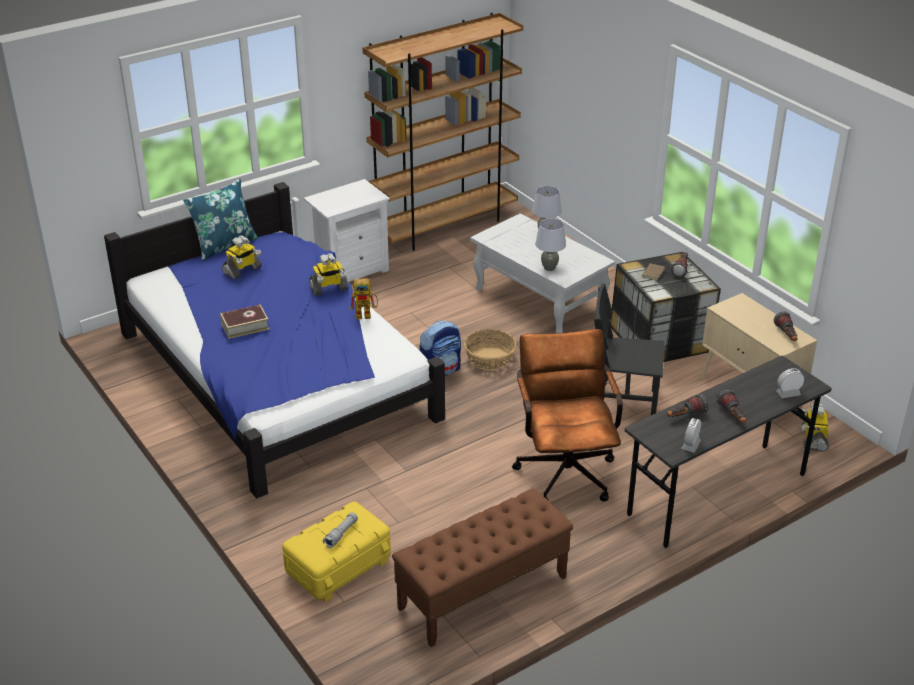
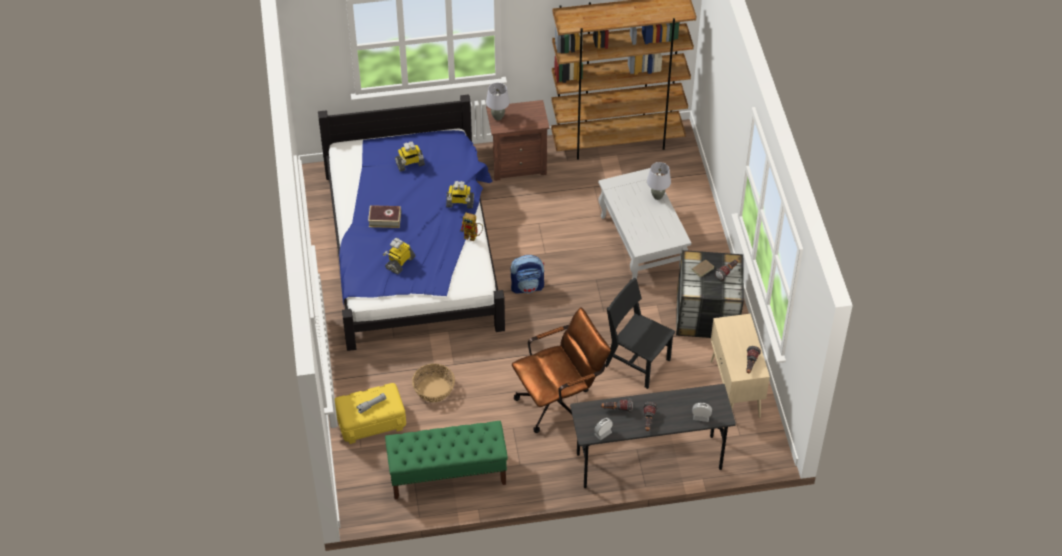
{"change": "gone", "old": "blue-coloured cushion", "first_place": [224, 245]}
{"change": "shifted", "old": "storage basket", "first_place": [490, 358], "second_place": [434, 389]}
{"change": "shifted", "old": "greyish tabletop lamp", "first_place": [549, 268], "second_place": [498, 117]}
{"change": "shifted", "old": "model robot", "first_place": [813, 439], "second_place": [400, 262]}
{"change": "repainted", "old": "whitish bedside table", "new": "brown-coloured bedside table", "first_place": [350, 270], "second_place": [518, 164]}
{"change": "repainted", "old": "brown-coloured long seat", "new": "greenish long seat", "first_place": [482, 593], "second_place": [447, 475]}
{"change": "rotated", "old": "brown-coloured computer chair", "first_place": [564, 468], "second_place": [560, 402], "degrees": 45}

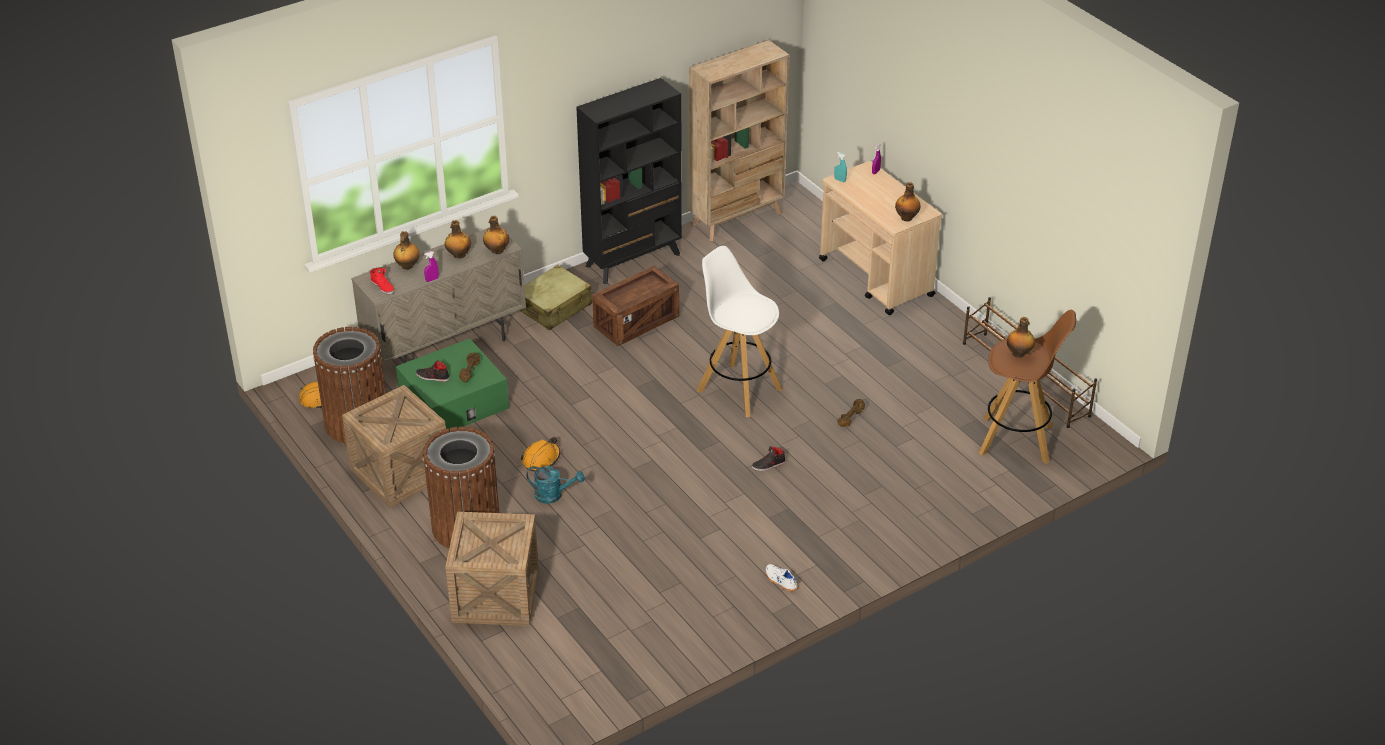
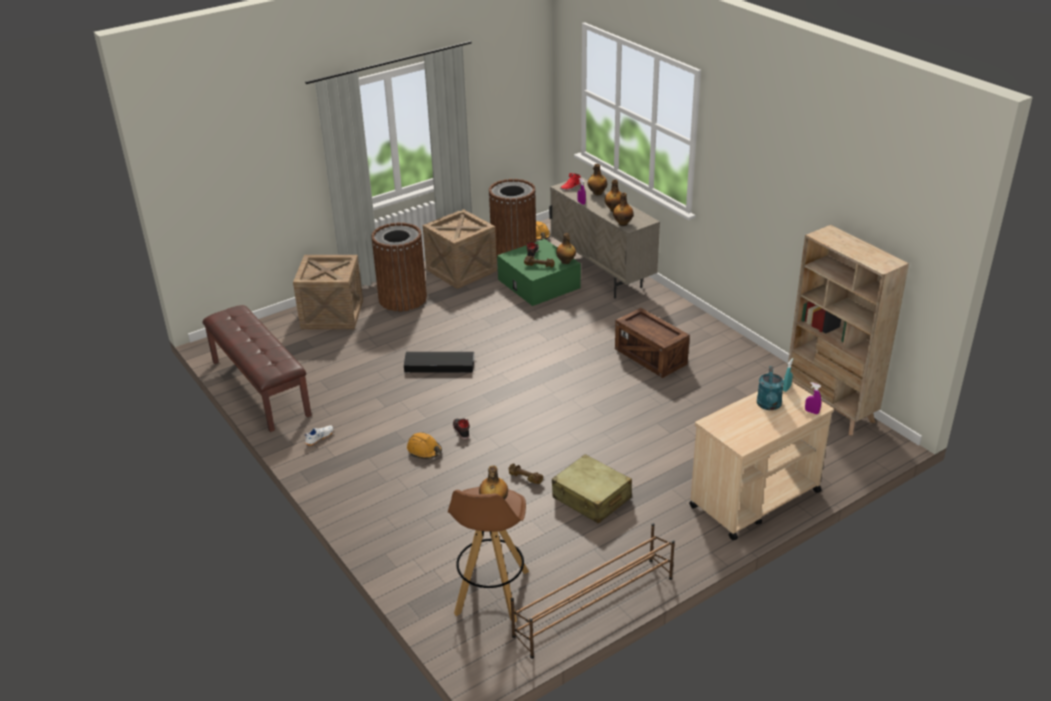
{"change": "gone", "old": "blackish bookshelf", "first_place": [633, 260]}
{"change": "gone", "old": "whitish sitting stool", "first_place": [738, 389]}
{"change": "new", "new": "brown-coloured long seat", "second_place": [259, 388]}
{"change": "new", "new": "blackish storage bin", "second_place": [439, 366]}
{"change": "shifted", "old": "beige travel case", "first_place": [554, 307], "second_place": [591, 498]}
{"change": "shifted", "old": "orangey work helmet", "first_place": [541, 459], "second_place": [424, 450]}
{"change": "shifted", "old": "turquoise-coloured watering pot", "first_place": [553, 495], "second_place": [769, 405]}
{"change": "shifted", "old": "bottle", "first_place": [907, 218], "second_place": [566, 262]}

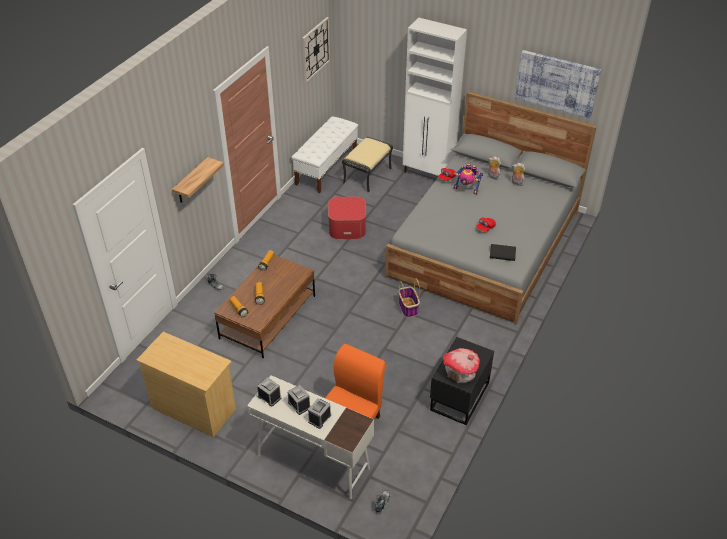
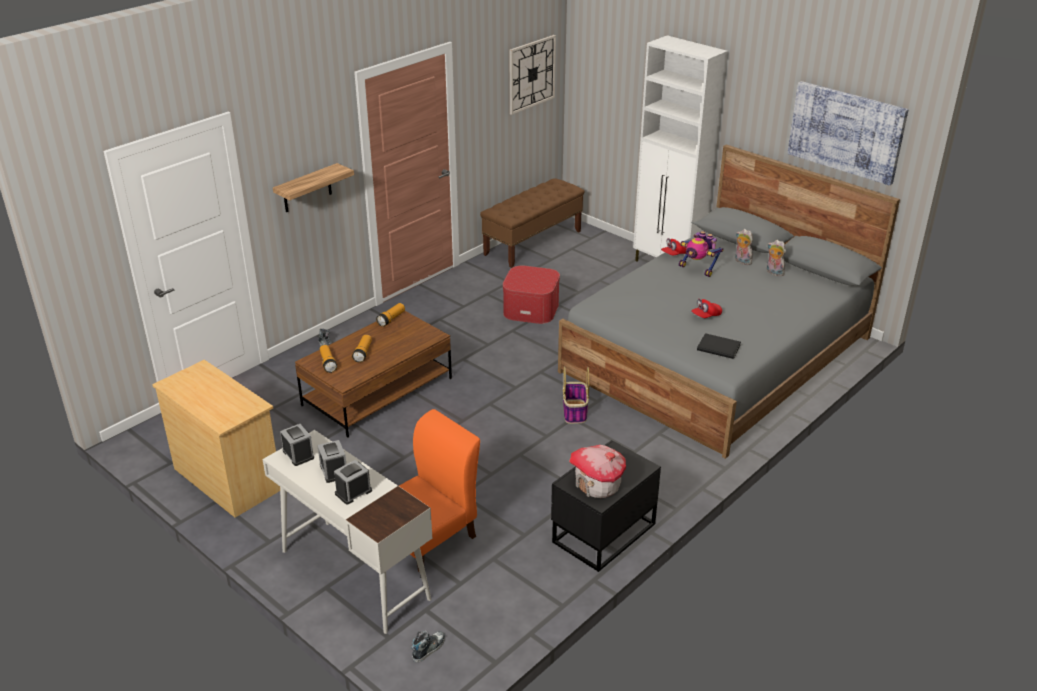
{"change": "gone", "old": "beige ottoman", "first_place": [367, 175]}
{"change": "repainted", "old": "whitish long seat", "new": "brown-coloured long seat", "first_place": [326, 168], "second_place": [533, 242]}

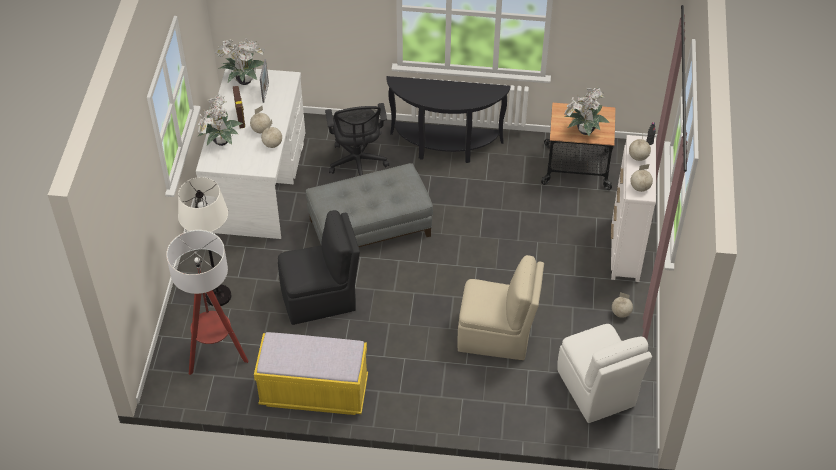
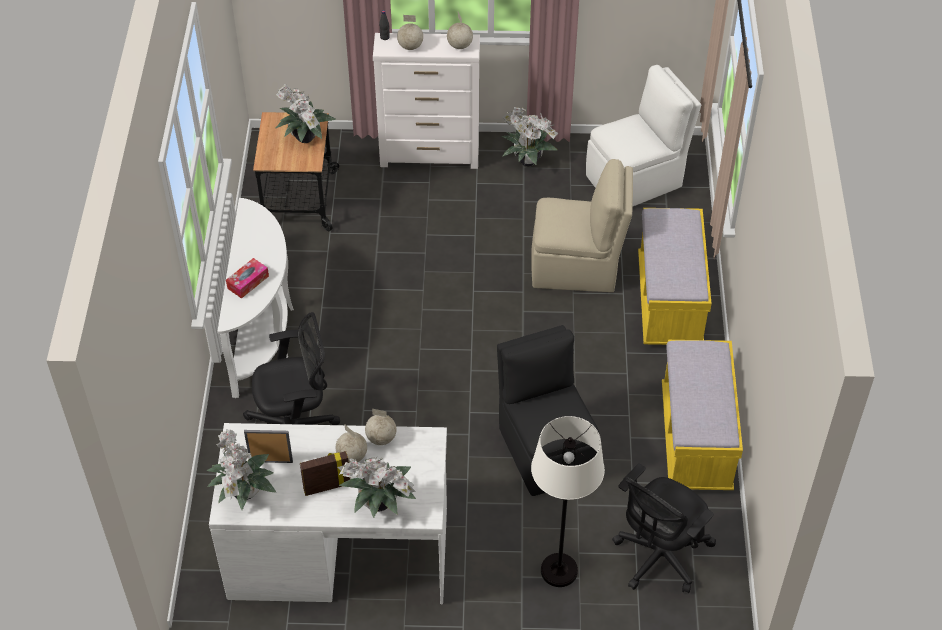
{"change": "gone", "old": "greyish ottoman", "first_place": [370, 227]}
{"change": "new", "new": "tissue box", "second_place": [248, 282]}
{"change": "new", "new": "yellowish long seat", "second_place": [669, 302]}
{"change": "swapped", "old": "floor lamp", "new": "blackish computer chair", "first_place": [216, 354], "second_place": [658, 557]}
{"change": "swapped", "old": "globe", "new": "plant in a pot", "first_place": [621, 313], "second_place": [526, 160]}
{"change": "repainted", "old": "blackish hall table", "new": "whitish hall table", "first_place": [445, 147], "second_place": [264, 334]}
{"change": "rotated", "old": "beige chair", "first_place": [496, 336], "second_place": [577, 267], "degrees": 90}

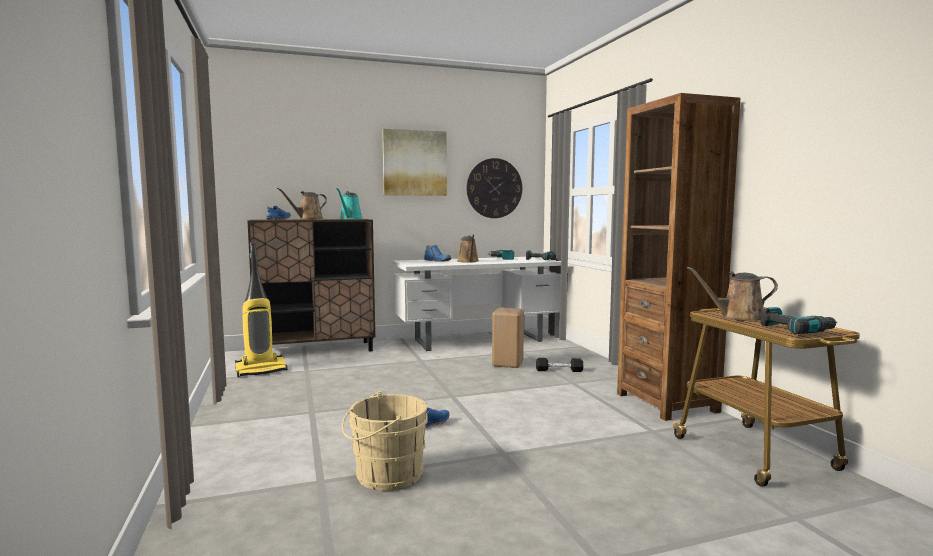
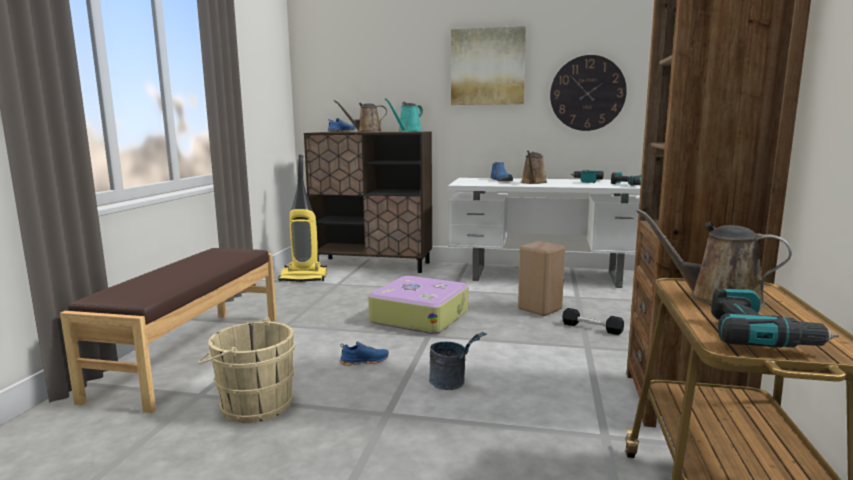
{"change": "new", "new": "brown-coloured long seat", "second_place": [191, 354]}
{"change": "new", "new": "travel case", "second_place": [419, 316]}
{"change": "new", "new": "greyish bucket", "second_place": [453, 384]}

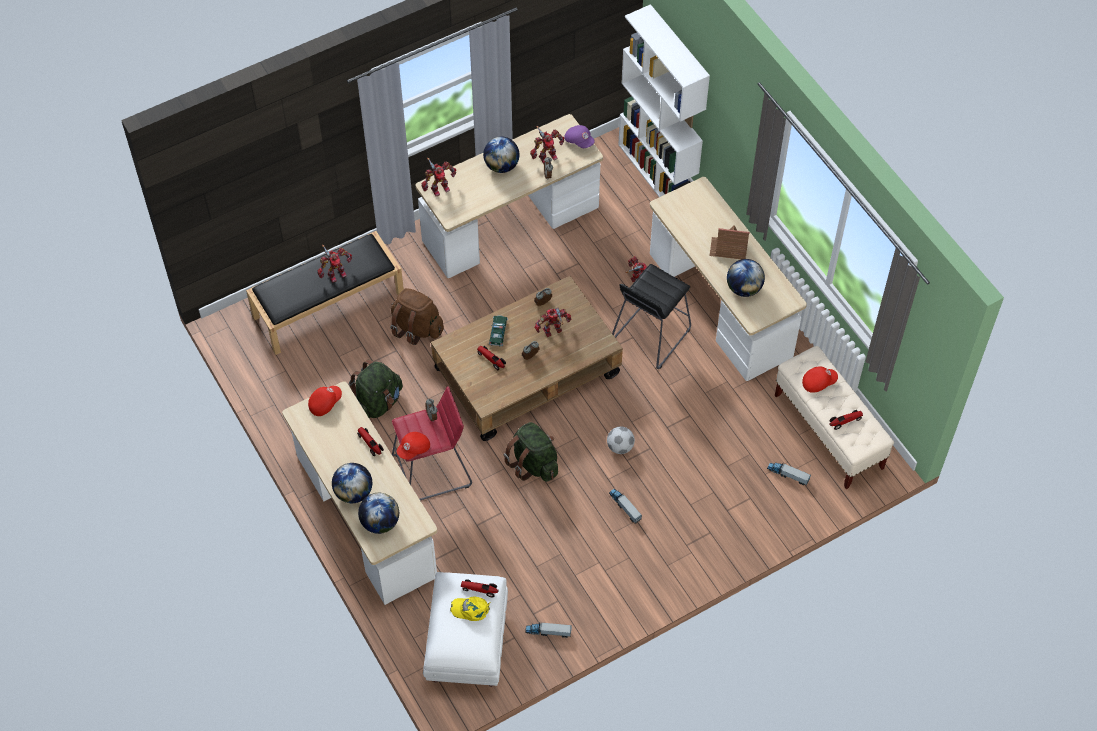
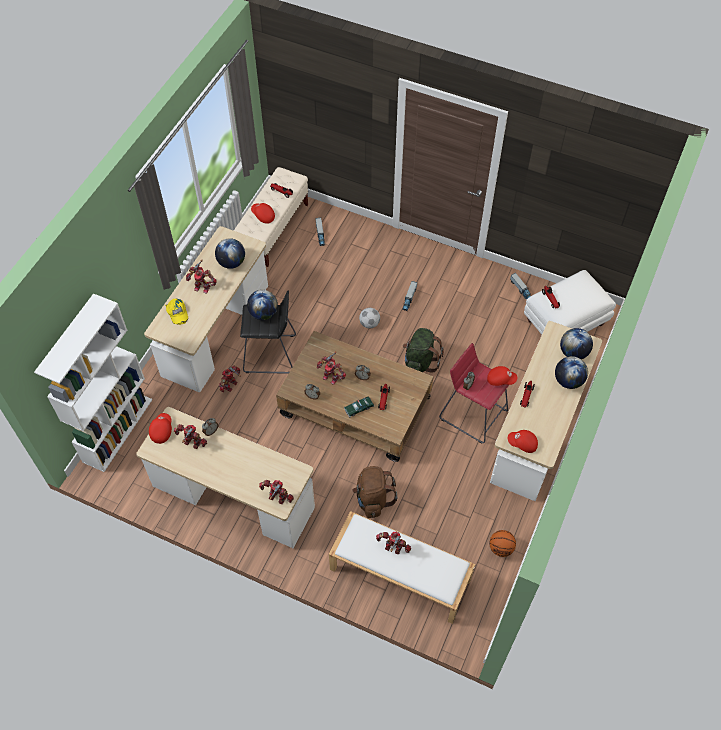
{"change": "gone", "old": "greenish rucksack", "first_place": [377, 403]}
{"change": "new", "new": "ball for basketball", "second_place": [501, 548]}
{"change": "shifted", "old": "yellowish baseball cap", "first_place": [470, 609], "second_place": [177, 313]}
{"change": "shifted", "old": "globe", "first_place": [501, 166], "second_place": [263, 313]}
{"change": "swapped", "old": "model house", "new": "model robot", "first_place": [729, 248], "second_place": [202, 287]}
{"change": "repainted", "old": "blackish long seat", "new": "whitish long seat", "first_place": [329, 304], "second_place": [399, 574]}
{"change": "repainted", "old": "purplish baseball cap", "new": "red-coloured baseball cap", "first_place": [579, 141], "second_place": [161, 431]}

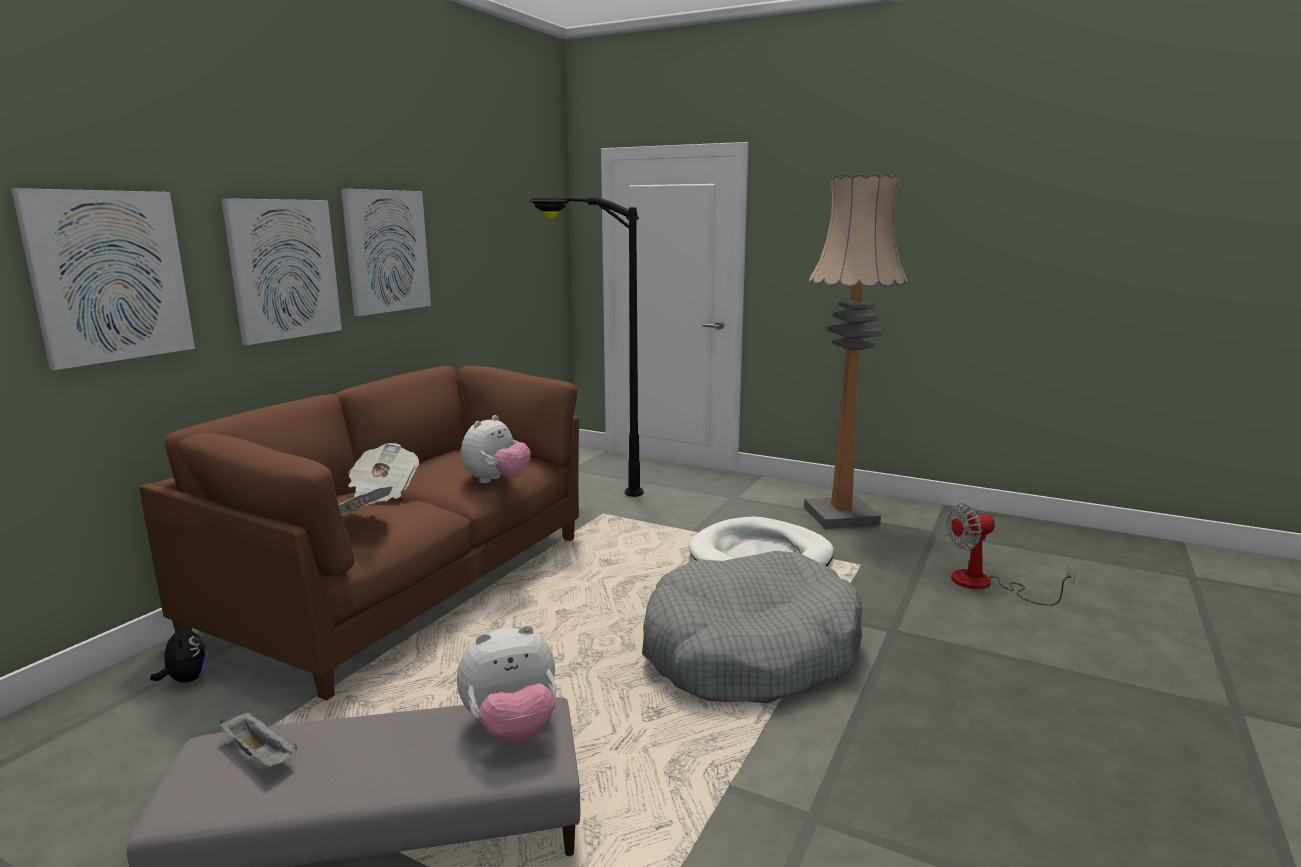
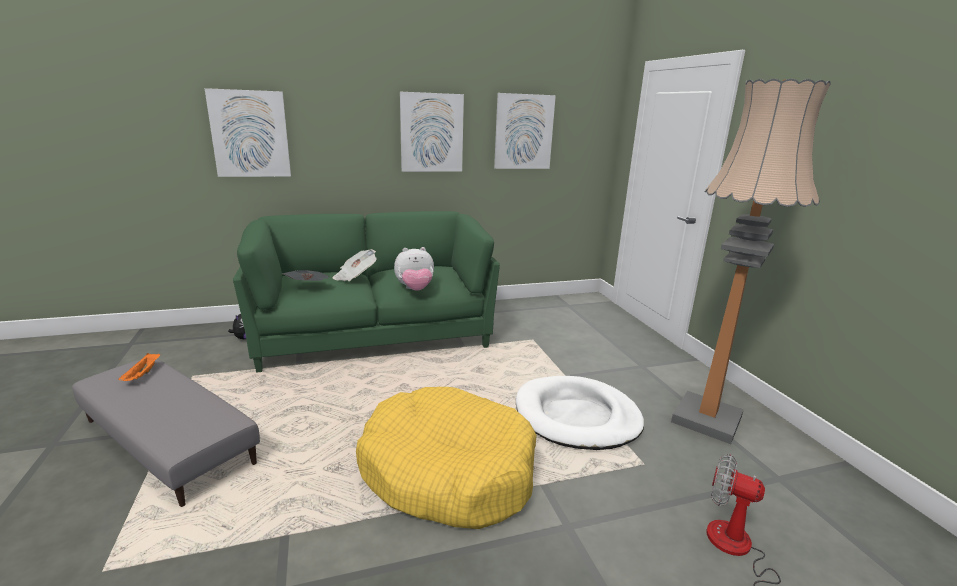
{"change": "gone", "old": "soft toy", "first_place": [512, 728]}
{"change": "gone", "old": "blackish floor lamp", "first_place": [580, 486]}
{"change": "shifted", "old": "wall picture", "first_place": [283, 269], "second_place": [523, 132]}
{"change": "repainted", "old": "brown-coloured couch", "new": "greenish couch", "first_place": [404, 585], "second_place": [374, 334]}
{"change": "repainted", "old": "greyish carrying tray", "new": "orangey carrying tray", "first_place": [261, 754], "second_place": [142, 375]}
{"change": "repainted", "old": "greyish pet bed", "new": "yellowish pet bed", "first_place": [750, 652], "second_place": [447, 471]}

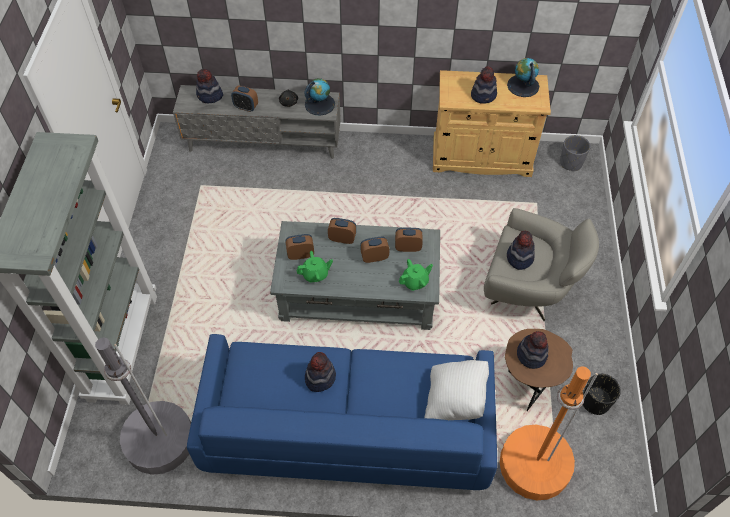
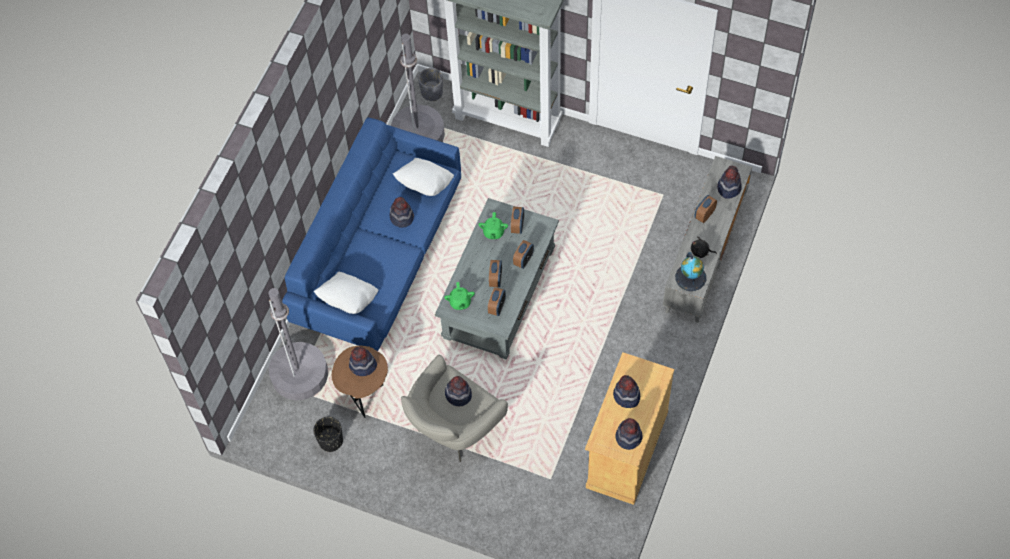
{"change": "new", "new": "whitish cushion", "second_place": [425, 186]}
{"change": "shifted", "old": "greyish planter", "first_place": [571, 163], "second_place": [432, 93]}
{"change": "swapped", "old": "globe", "new": "wearable hat", "first_place": [523, 86], "second_place": [629, 437]}
{"change": "repainted", "old": "orangey floor lamp", "new": "greyish floor lamp", "first_place": [534, 465], "second_place": [299, 374]}

